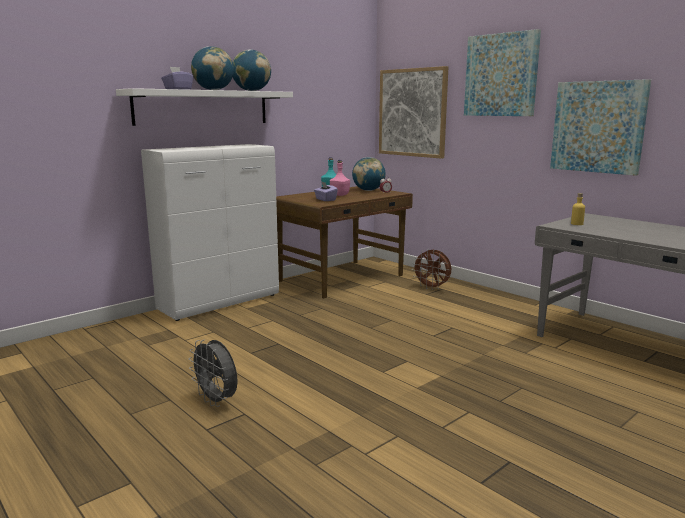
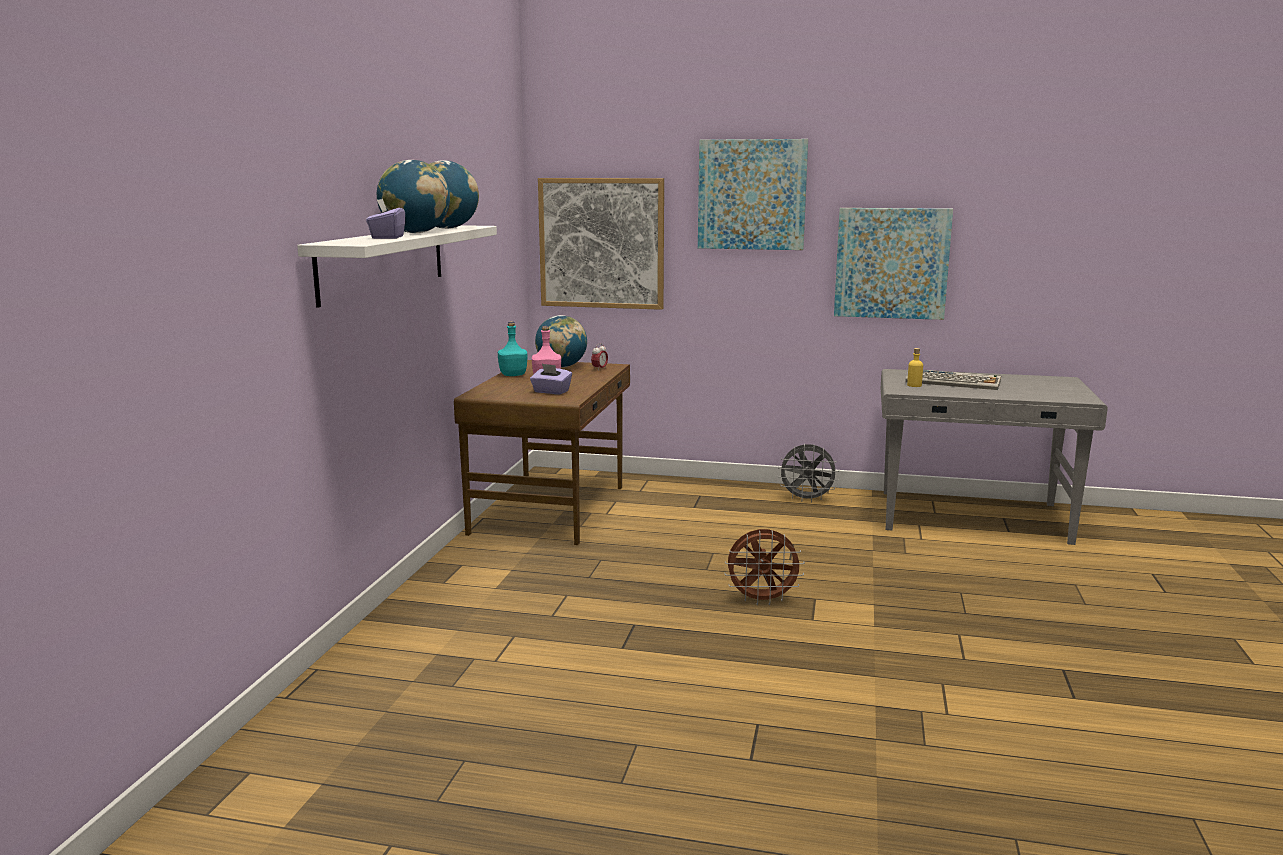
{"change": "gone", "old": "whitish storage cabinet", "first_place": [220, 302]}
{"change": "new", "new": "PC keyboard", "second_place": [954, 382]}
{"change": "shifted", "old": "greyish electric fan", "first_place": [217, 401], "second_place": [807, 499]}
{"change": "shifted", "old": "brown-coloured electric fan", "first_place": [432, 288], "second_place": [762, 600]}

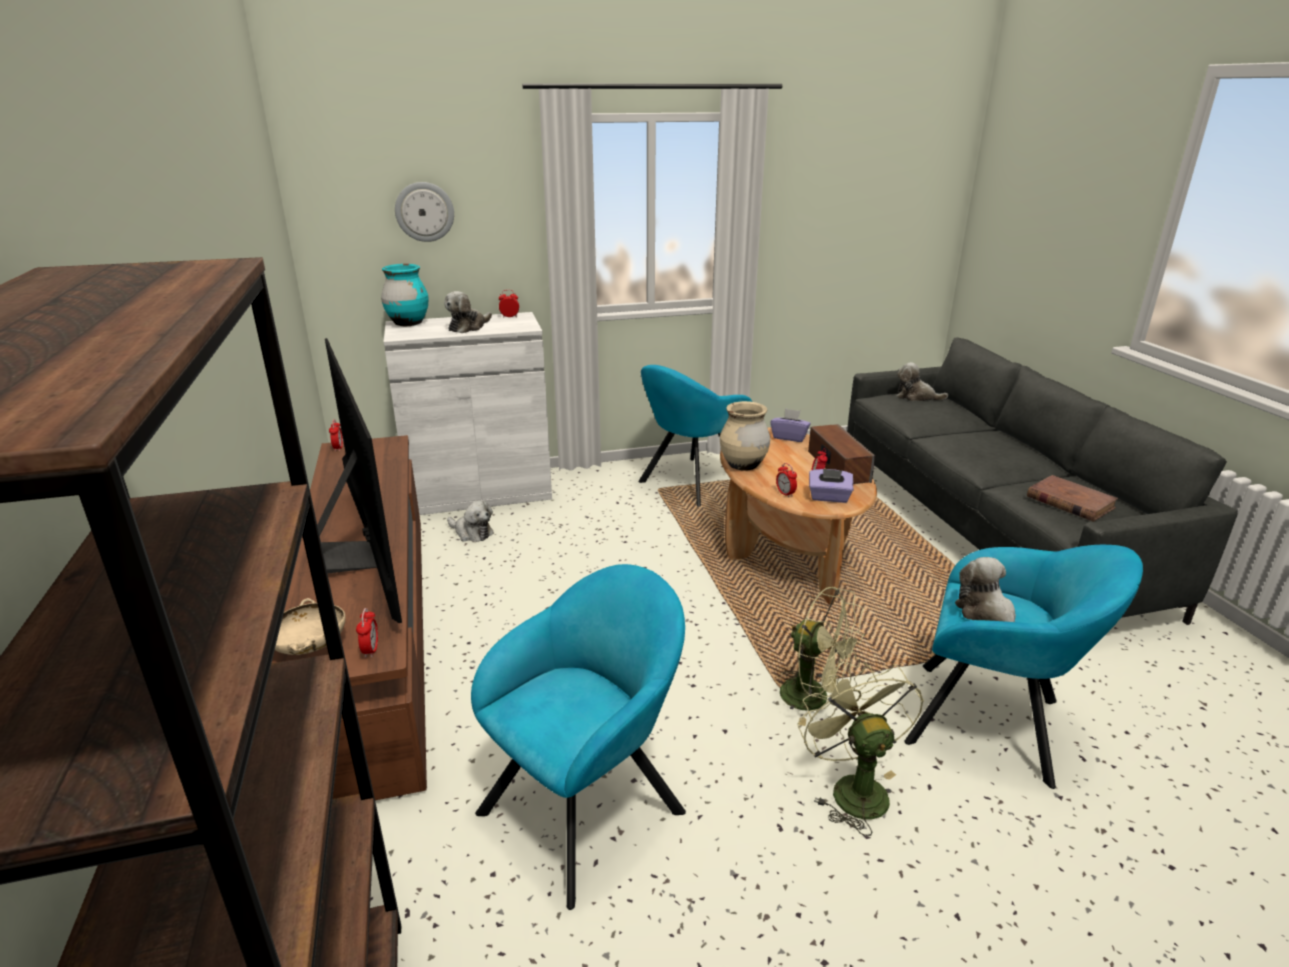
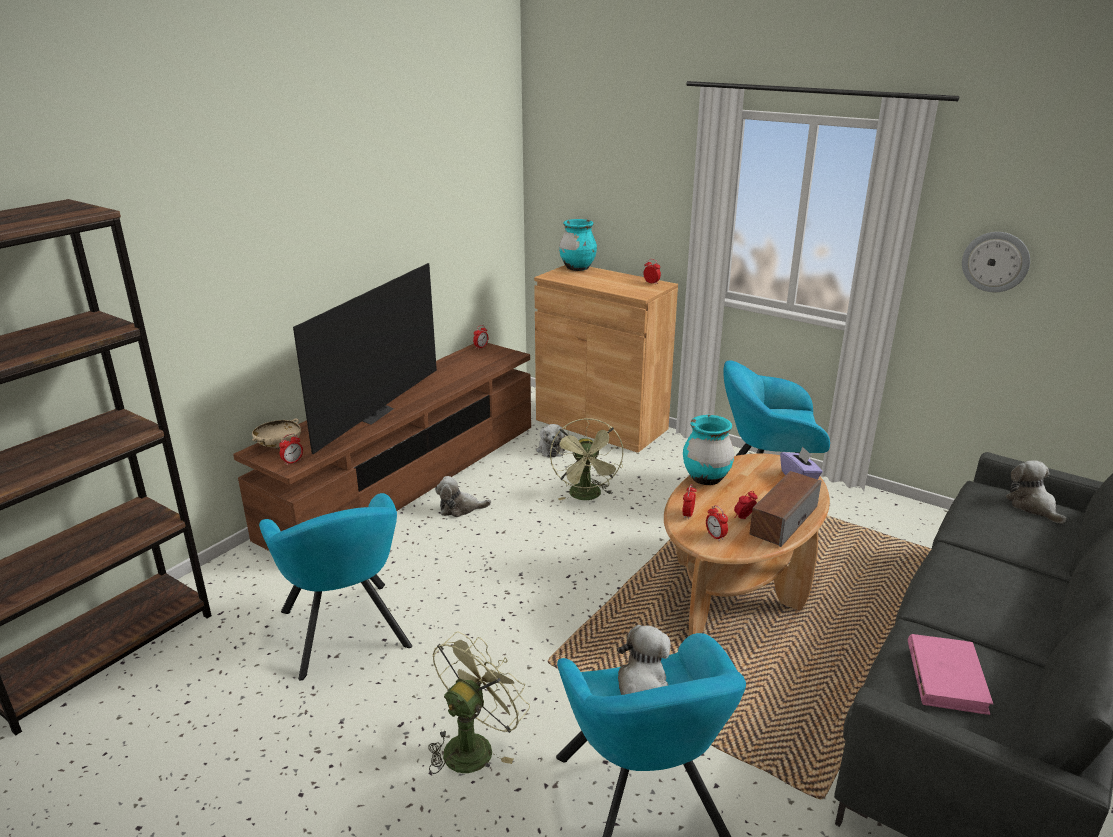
{"change": "shifted", "old": "hanging clock", "first_place": [424, 212], "second_place": [995, 261]}
{"change": "shifted", "old": "soft toy", "first_place": [468, 327], "second_place": [460, 508]}
{"change": "shifted", "old": "greenish electric fan", "first_place": [815, 698], "second_place": [587, 496]}
{"change": "swapped", "old": "purplish tissue box", "new": "bedside clock", "first_place": [829, 497], "second_place": [715, 536]}
{"change": "repainted", "old": "whitish storage cabinet", "new": "brown-coloured storage cabinet", "first_place": [479, 492], "second_place": [601, 424]}
{"change": "repainted", "old": "beige vase", "new": "turquoise-coloured vase", "first_place": [743, 465], "second_place": [706, 479]}
{"change": "repainted", "old": "brown-coloured volume", "new": "pink-coloured volume", "first_place": [1069, 502], "second_place": [946, 677]}
{"change": "rotated", "old": "turquoise-coloured easy chair", "first_place": [589, 806], "second_place": [346, 633], "degrees": 60}

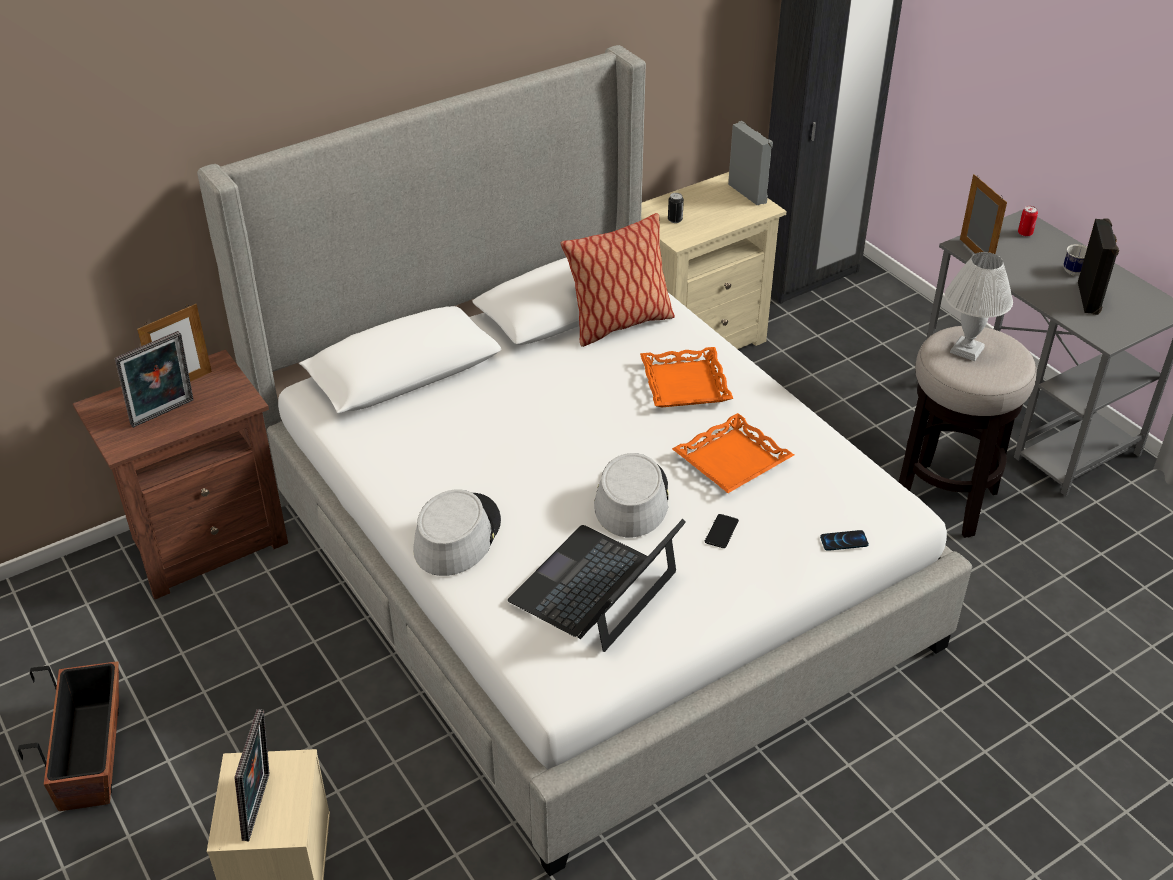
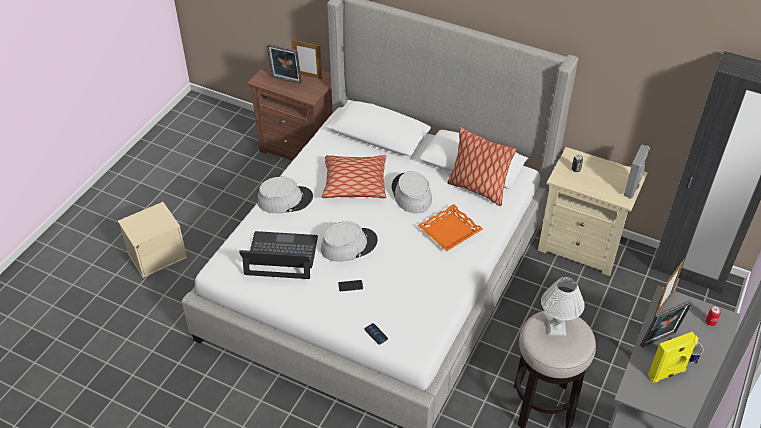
{"change": "gone", "old": "planter", "first_place": [92, 754]}
{"change": "gone", "old": "orangey carrying tray", "first_place": [731, 460]}
{"change": "new", "new": "cushion", "second_place": [355, 183]}
{"change": "new", "new": "greyish wearable hat", "second_place": [411, 194]}
{"change": "shifted", "old": "picture frame", "first_place": [261, 807], "second_place": [659, 341]}
{"change": "repainted", "old": "blackish loudspeaker", "new": "yellowish loudspeaker", "first_place": [1089, 298], "second_place": [667, 374]}

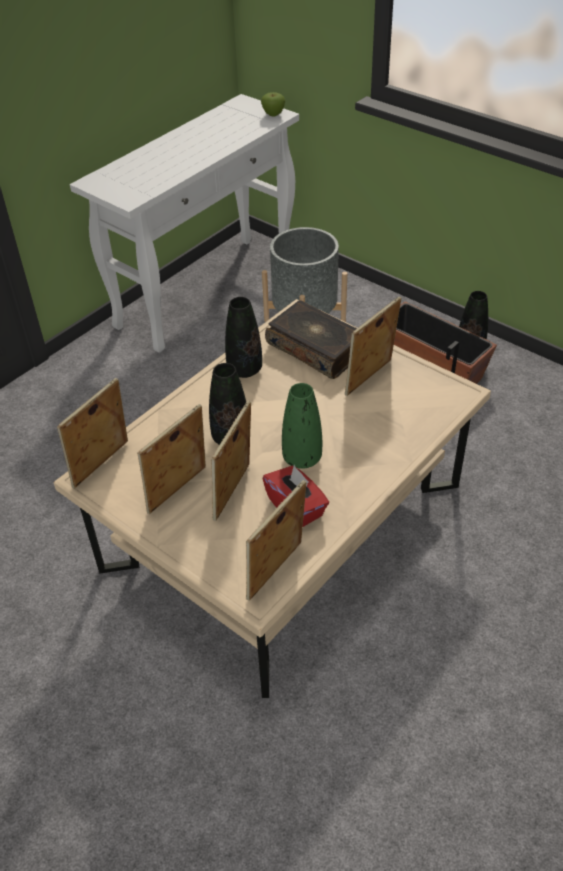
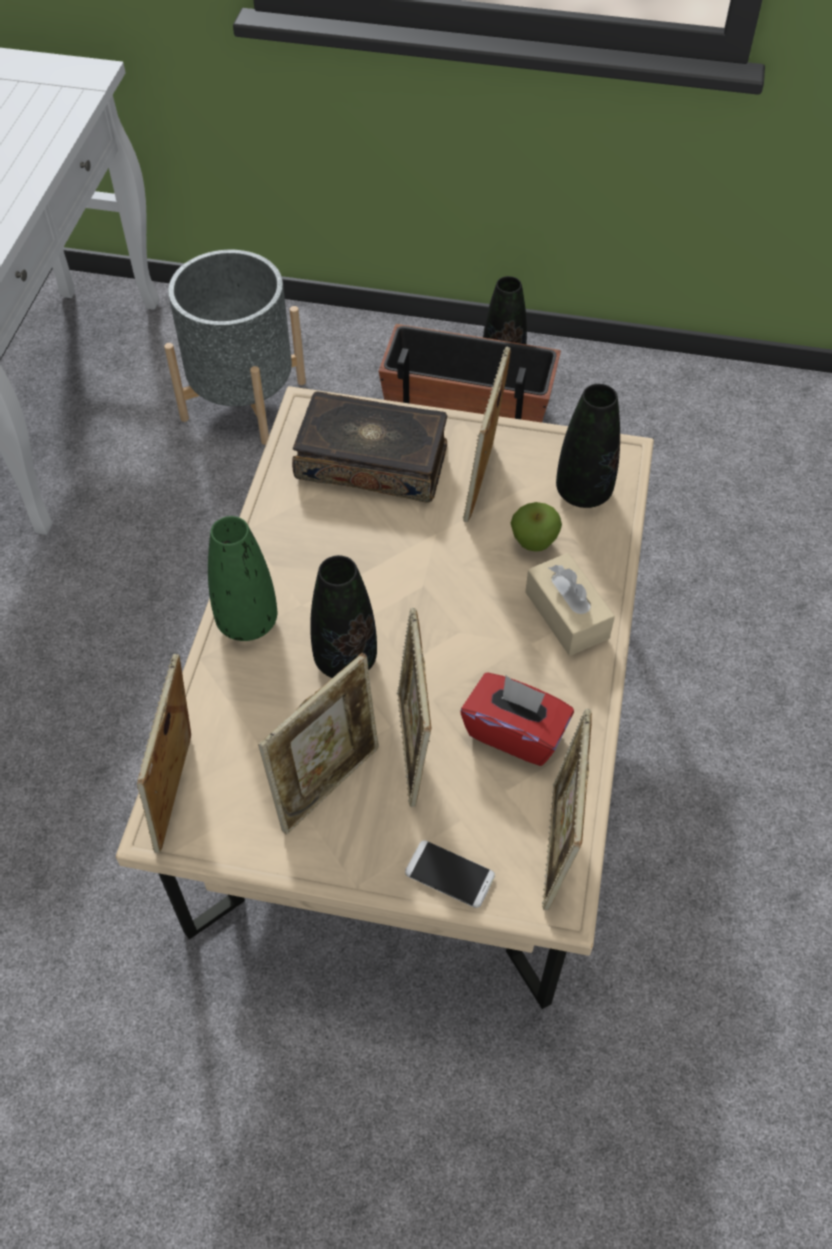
{"change": "new", "new": "phone", "second_place": [449, 874]}
{"change": "new", "new": "beige tissue box", "second_place": [566, 615]}
{"change": "shifted", "old": "blackish vase", "first_place": [245, 370], "second_place": [583, 492]}
{"change": "shifted", "old": "apple", "first_place": [273, 114], "second_place": [534, 542]}
{"change": "shifted", "old": "greenish vase", "first_place": [302, 458], "second_place": [247, 622]}
{"change": "rotated", "old": "picture frame", "first_place": [178, 492], "second_place": [328, 784], "degrees": -150}

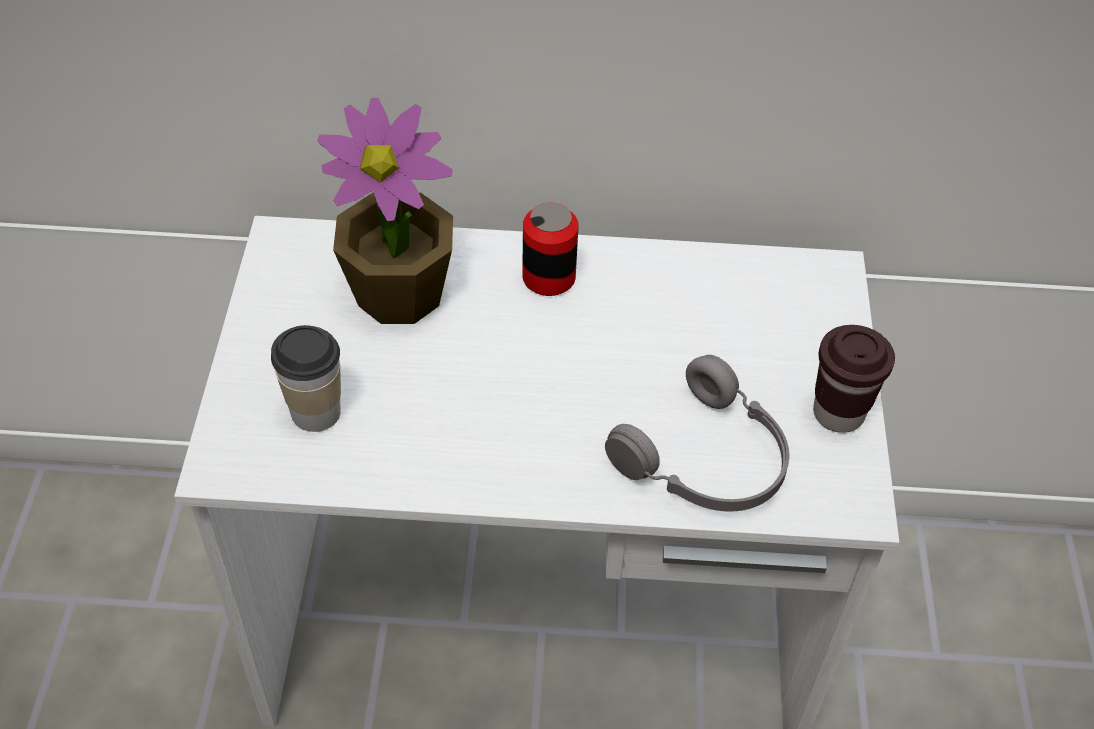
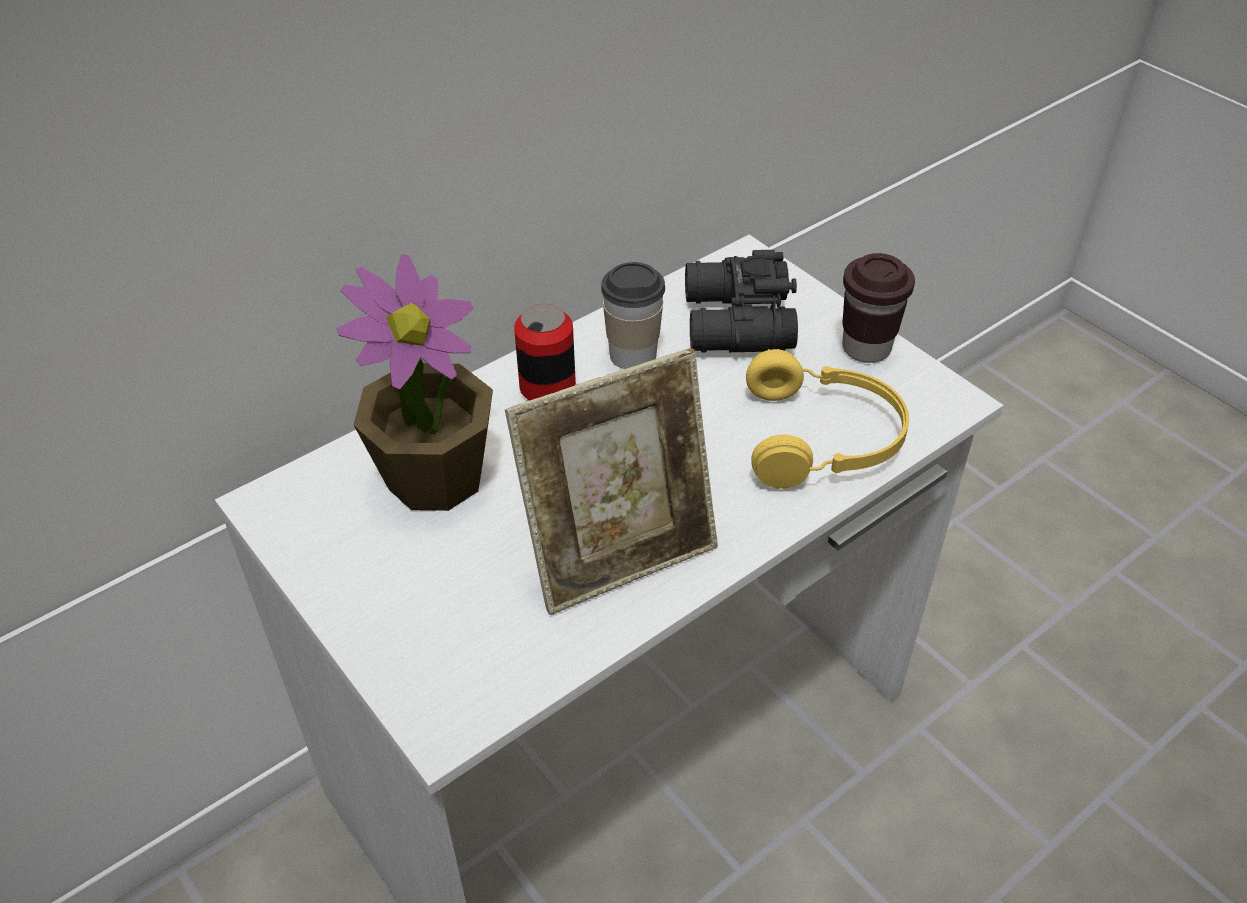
{"change": "new", "new": "picture frame", "second_place": [620, 555]}
{"change": "new", "new": "blackish field glasses", "second_place": [734, 324]}
{"change": "shifted", "old": "small cup", "first_place": [316, 412], "second_place": [633, 355]}
{"change": "repainted", "old": "greyish headset", "new": "yellowish headset", "first_place": [707, 461], "second_place": [824, 438]}

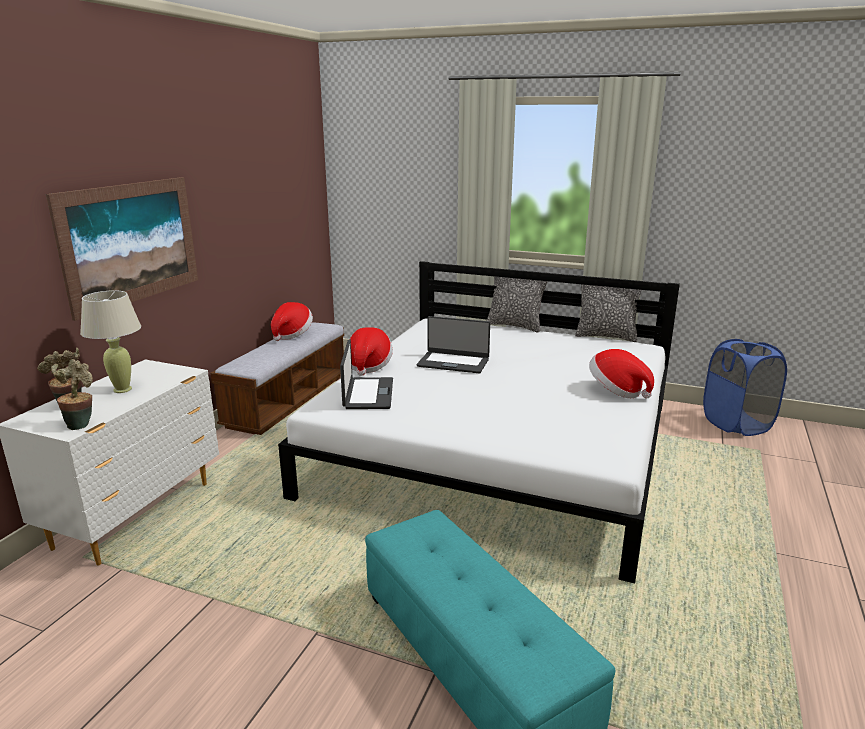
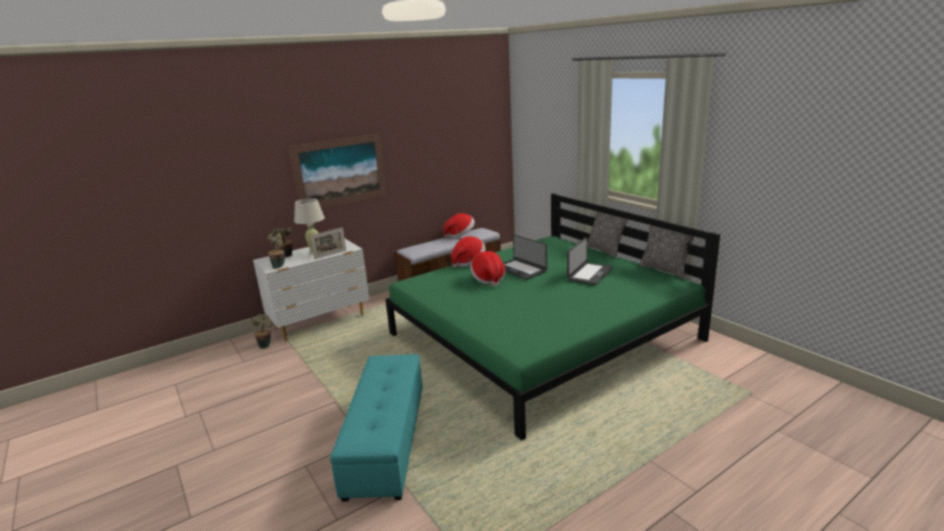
{"change": "gone", "old": "blue-coloured washing basket", "first_place": [736, 424]}
{"change": "new", "new": "plant in a pot", "second_place": [265, 345]}
{"change": "new", "new": "picture frame", "second_place": [330, 254]}
{"change": "shifted", "old": "laptop", "first_place": [367, 394], "second_place": [589, 274]}
{"change": "shifted", "old": "wearable hat", "first_place": [616, 391], "second_place": [488, 279]}
{"change": "repainted", "old": "whitish bedroom bed", "new": "greenish bedroom bed", "first_place": [498, 448], "second_place": [542, 337]}

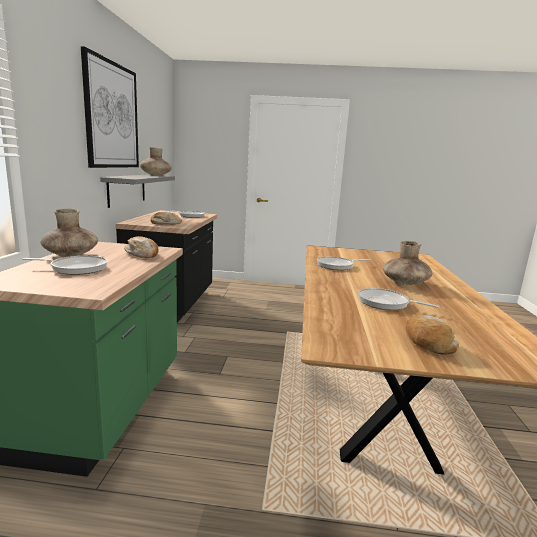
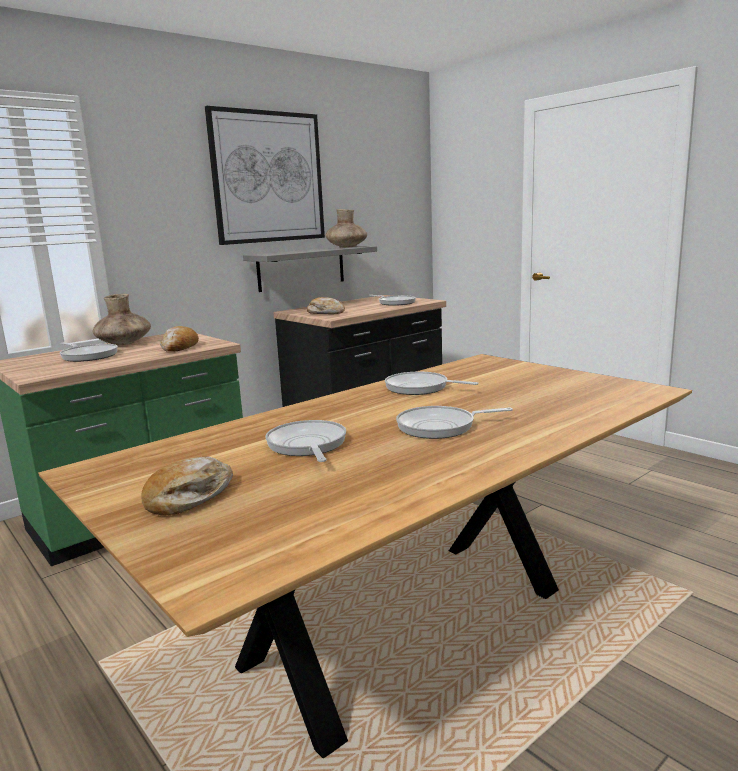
{"change": "swapped", "old": "brown-coloured vase", "new": "pan", "first_place": [405, 283], "second_place": [440, 427]}

